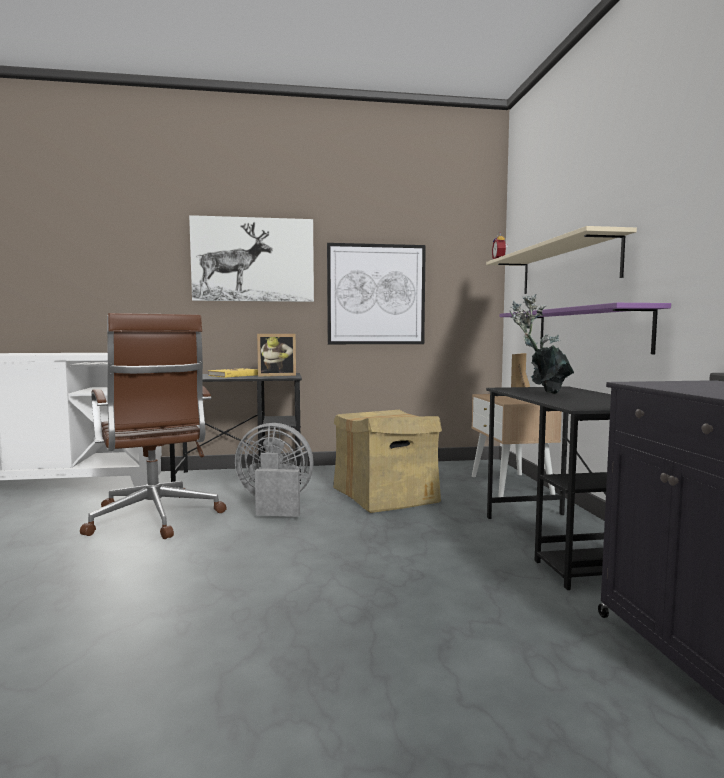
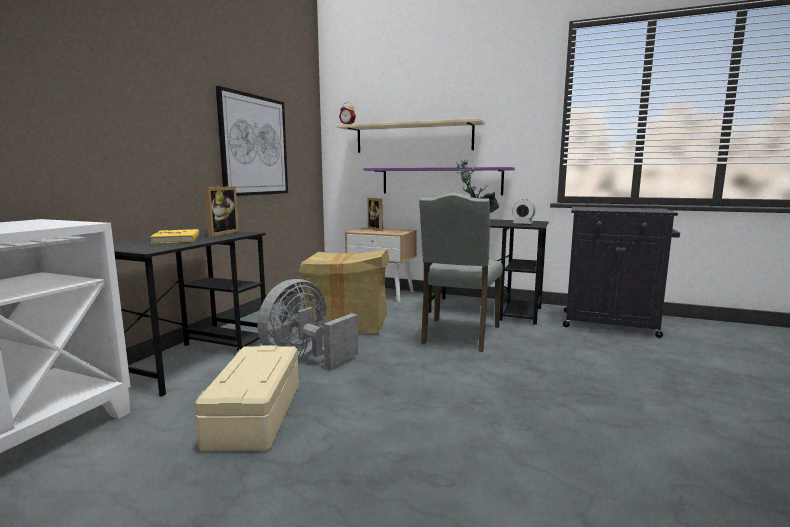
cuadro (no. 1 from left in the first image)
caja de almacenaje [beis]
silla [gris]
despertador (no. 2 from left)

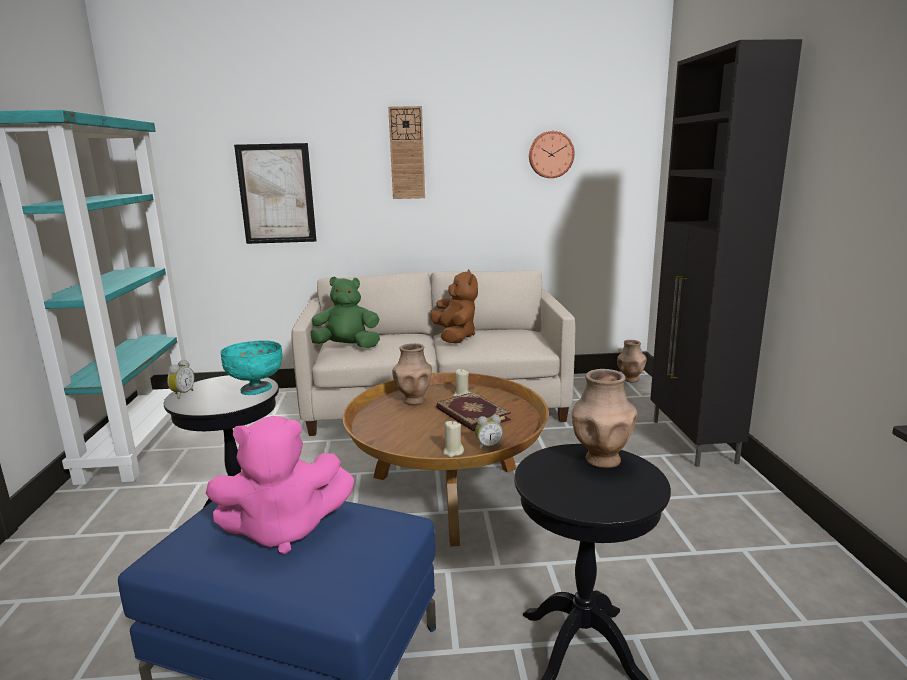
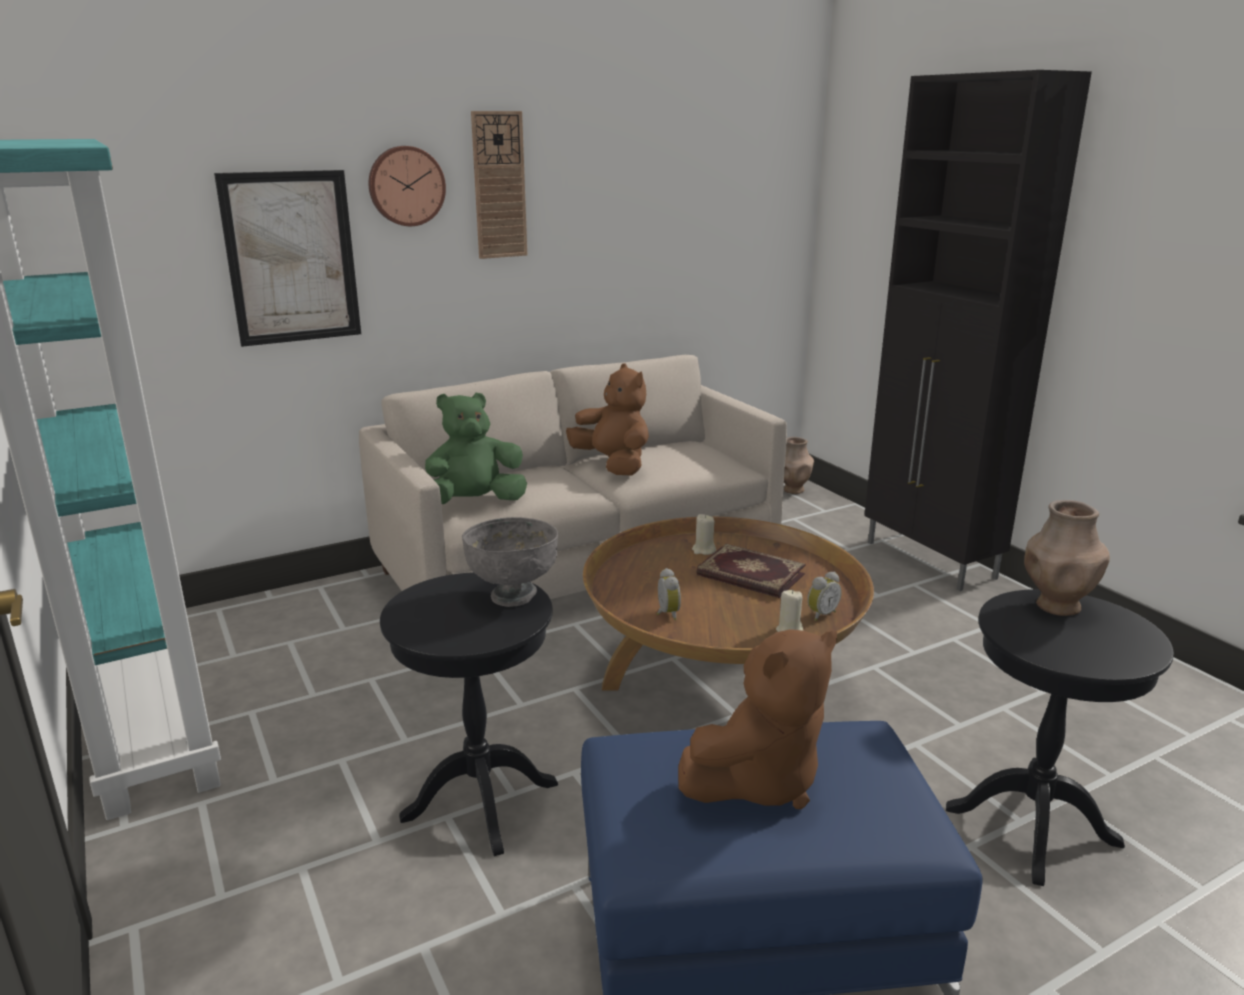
reloj de pared (no. 1 from left)
cuenco [gris]
florero [marrón] (no. 1 from left in the first image)
despertador (no. 1 from left)
peluche [marrón] (no. 2 from left)

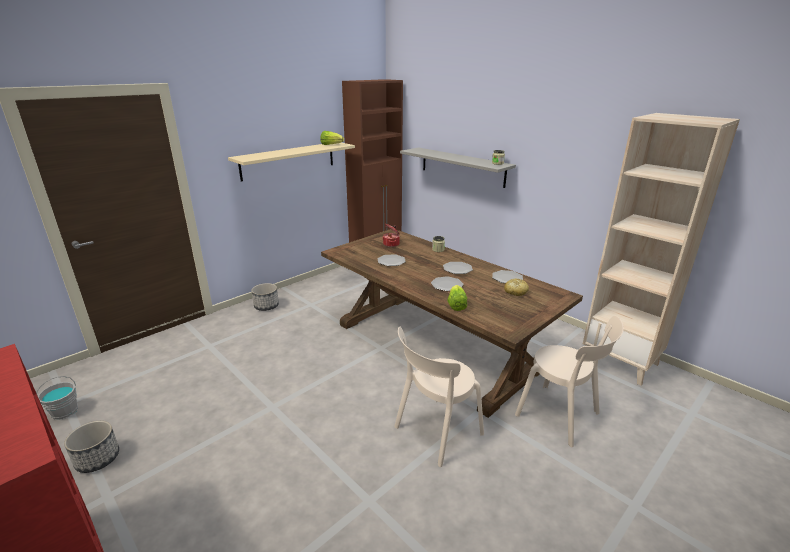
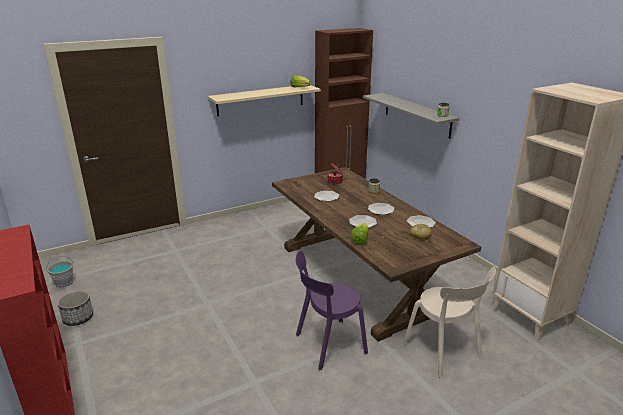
maceta (no. 2 from left in the first image)
silla [morado]

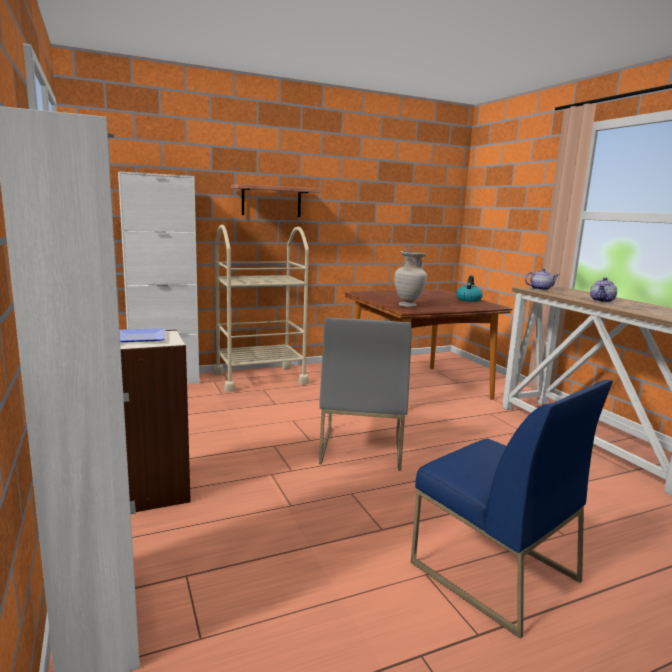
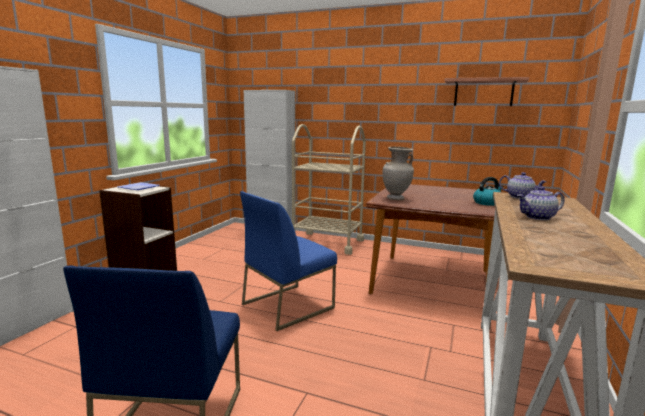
estante
silla [azul] (no. 2 from left)

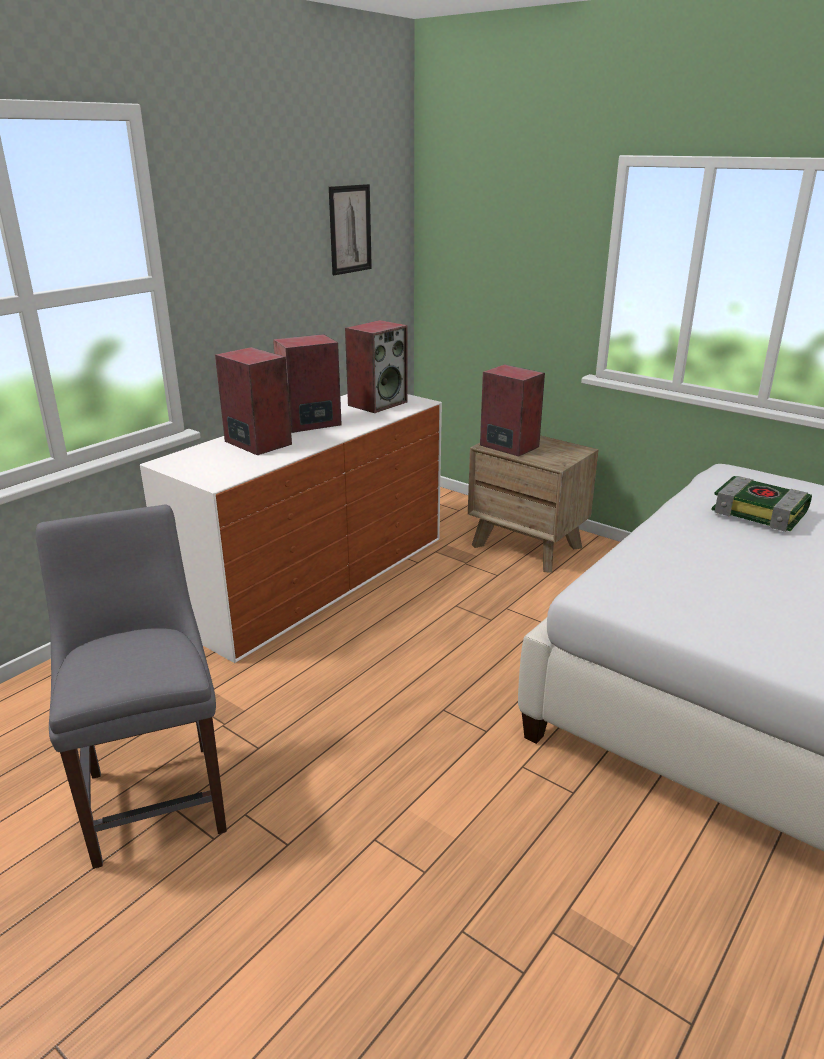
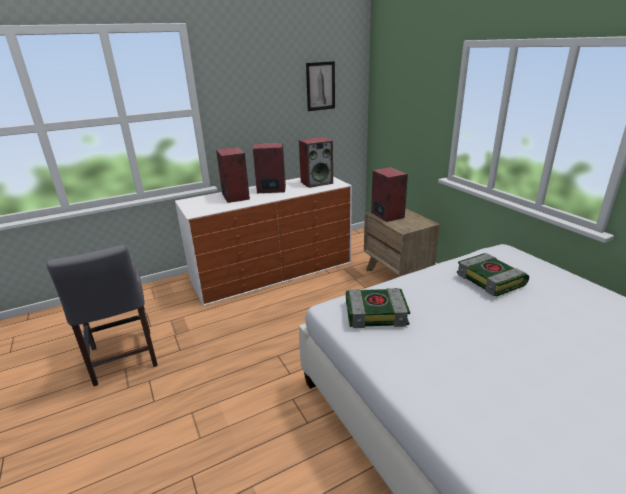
silla [gris]
libro (no. 1 from left)

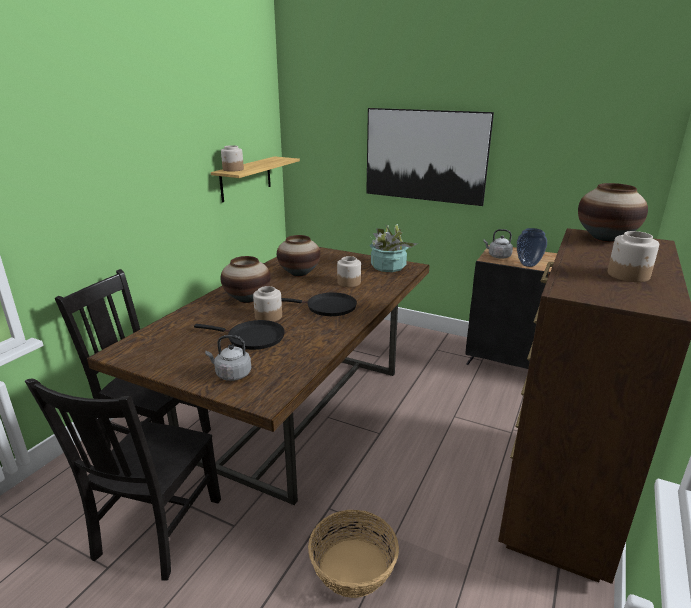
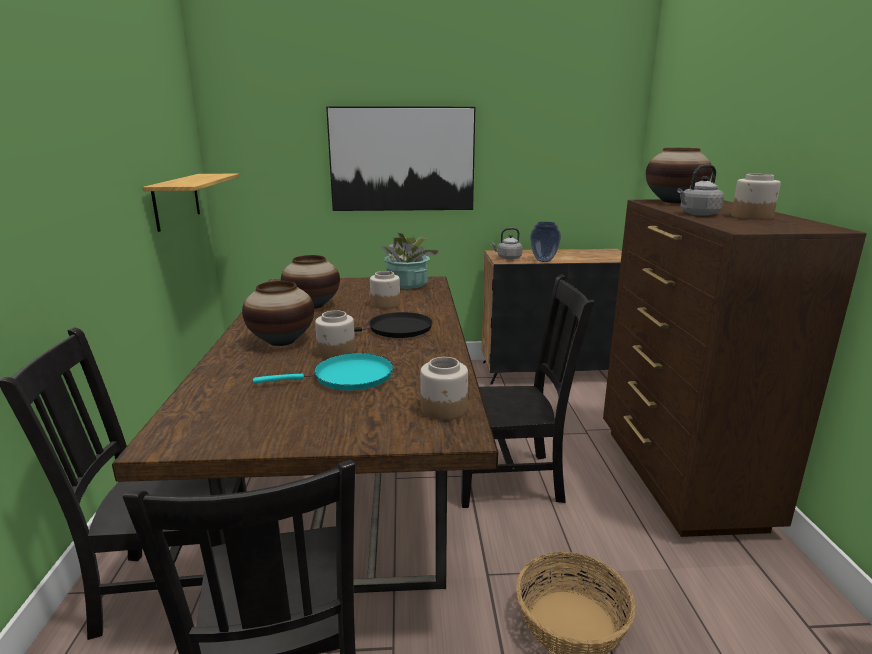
tarro (no. 3 from left)
sartén [turquesa]
hervidor [gris] (no. 2 from left)
silla [negro] (no. 3 from left)

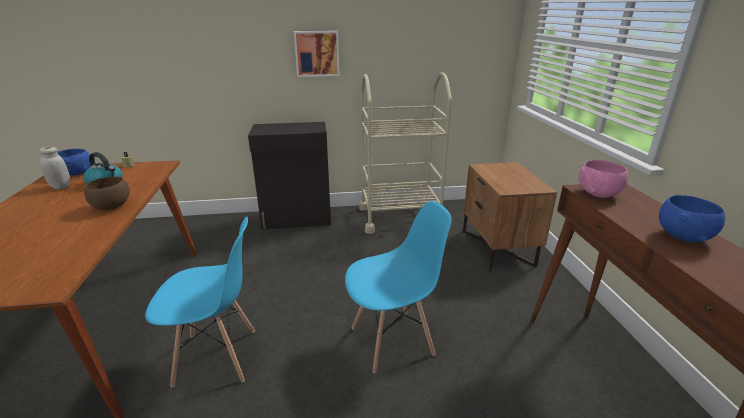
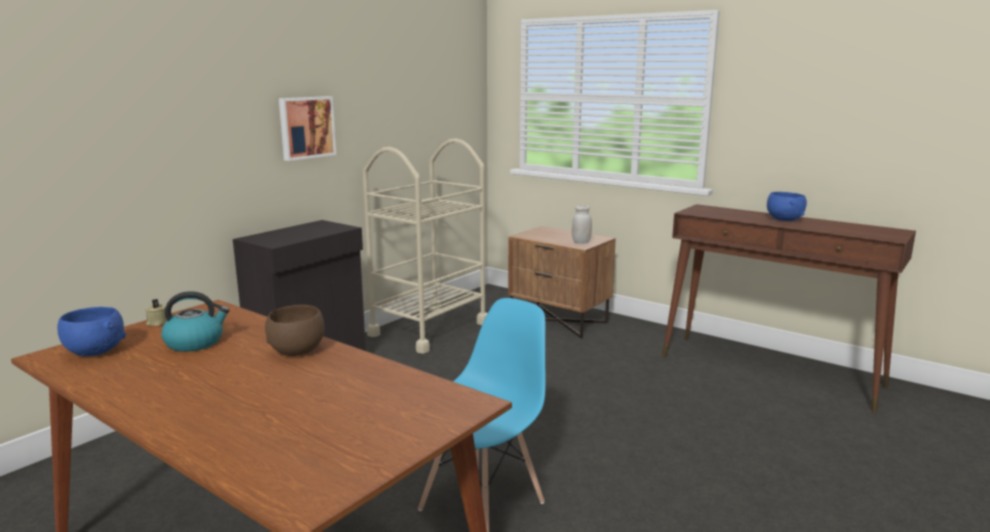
tarro [blanco]
cuenco [rosa]
silla [azul] (no. 2 from left in the first image)

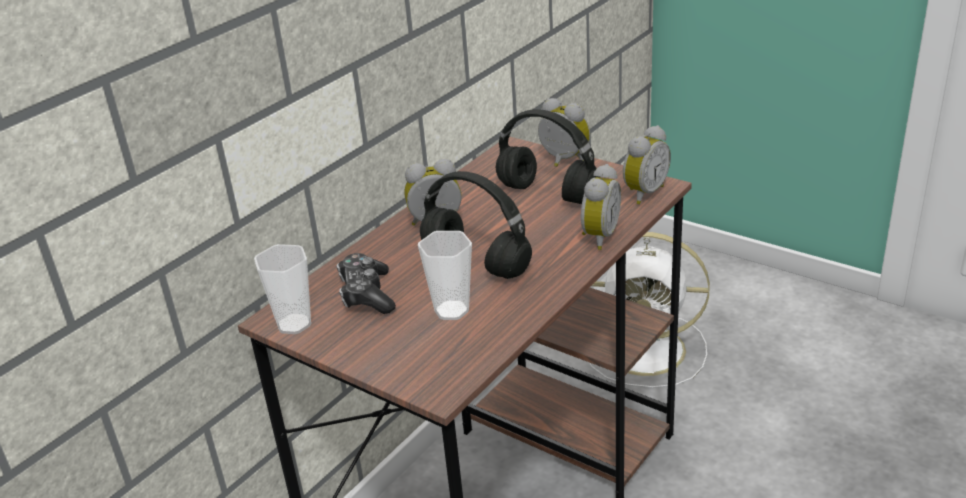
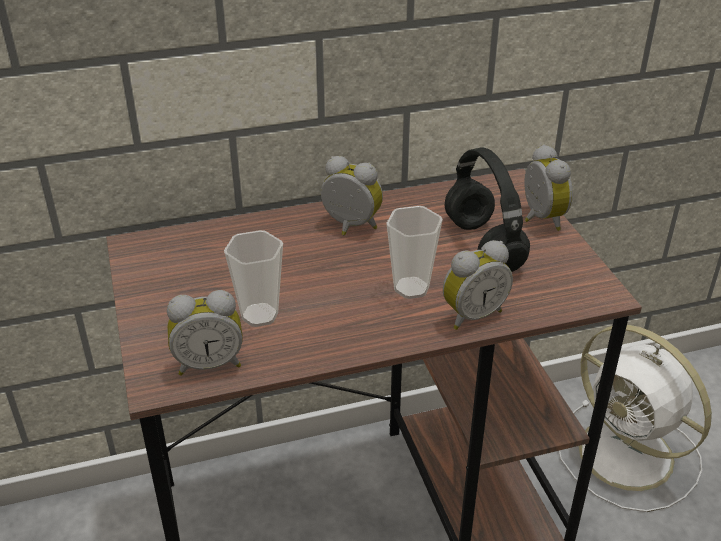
despertador (no. 1 from left)
auriculares [negro] (no. 1 from left in the first image)
taza (no. 2 from left)
mando de consola

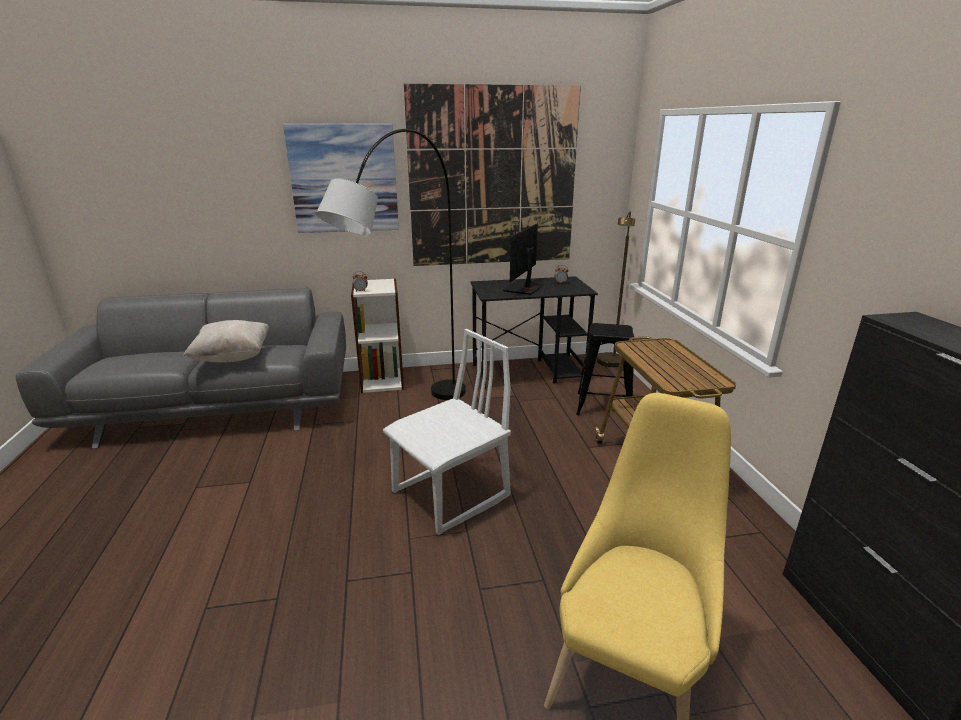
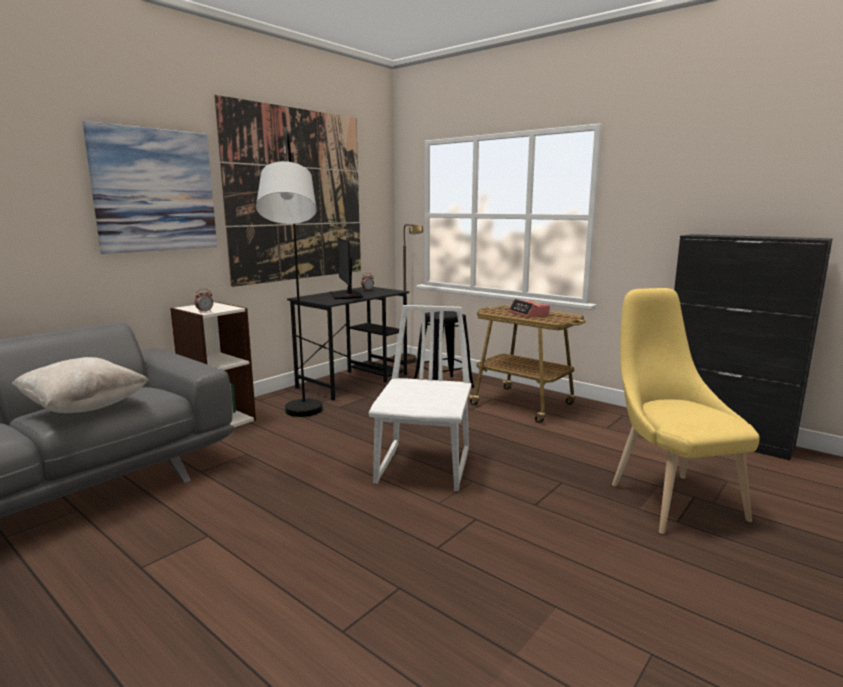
despertador (no. 3 from left)

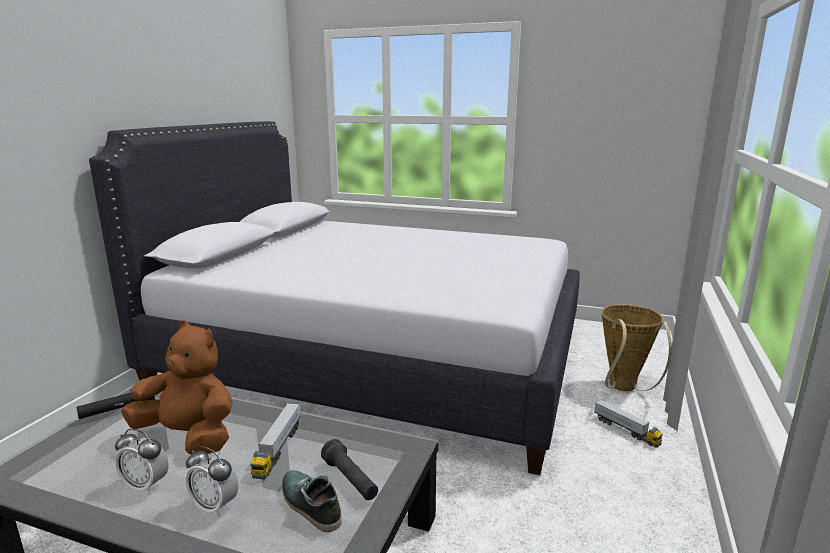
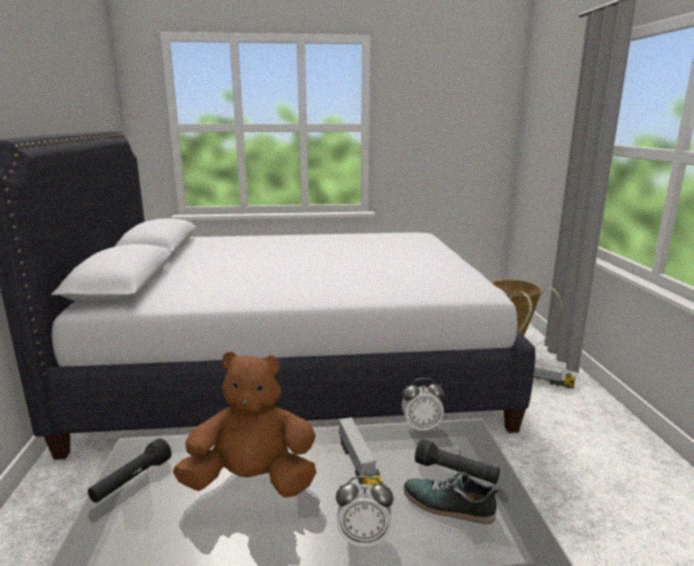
despertador (no. 2 from left)

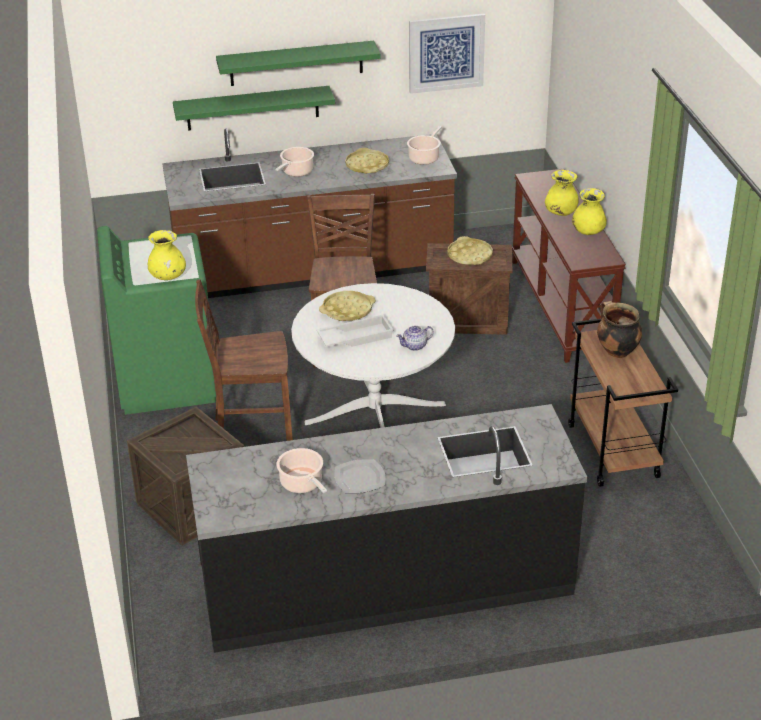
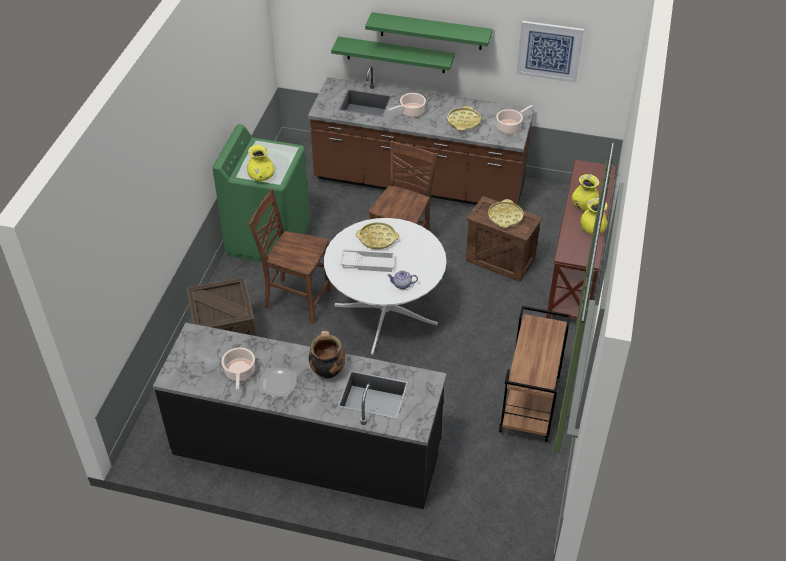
olla (no. 2 from left)

